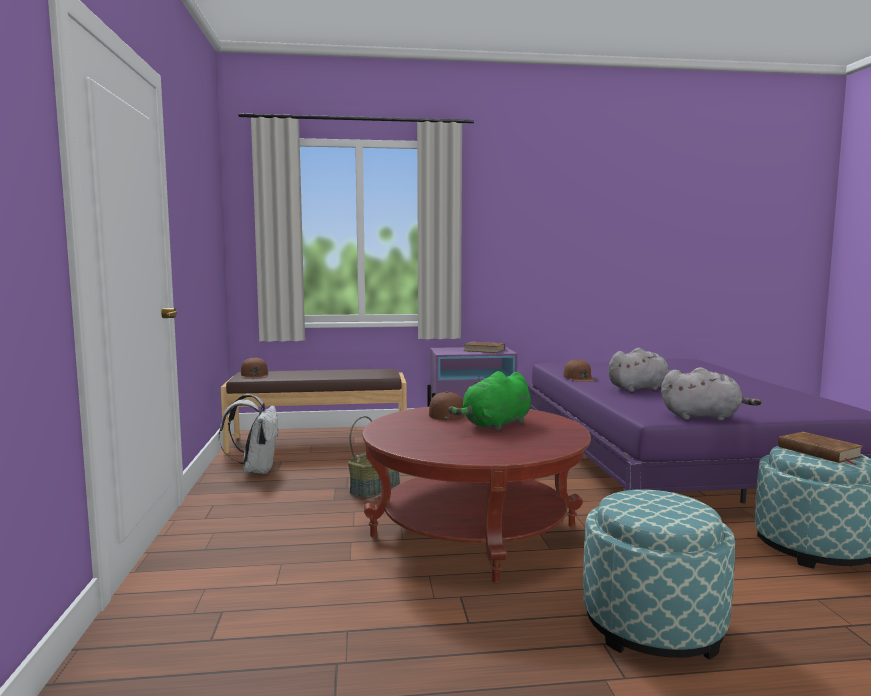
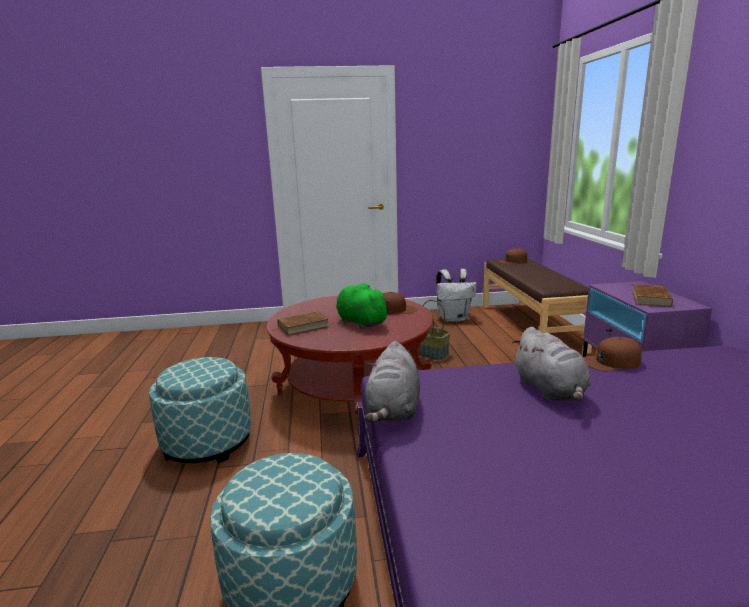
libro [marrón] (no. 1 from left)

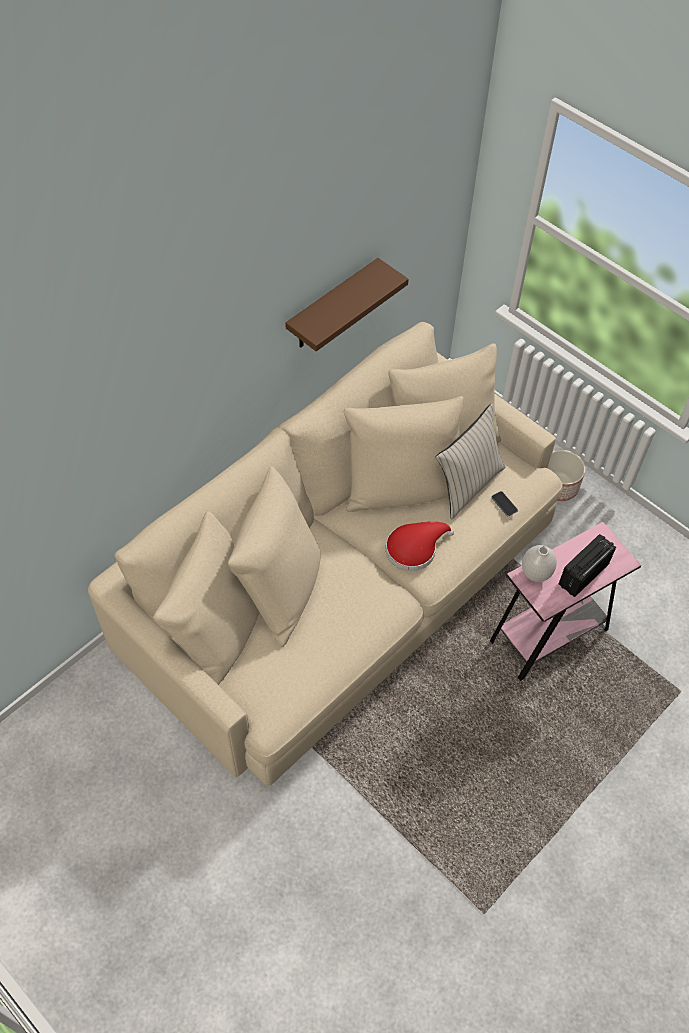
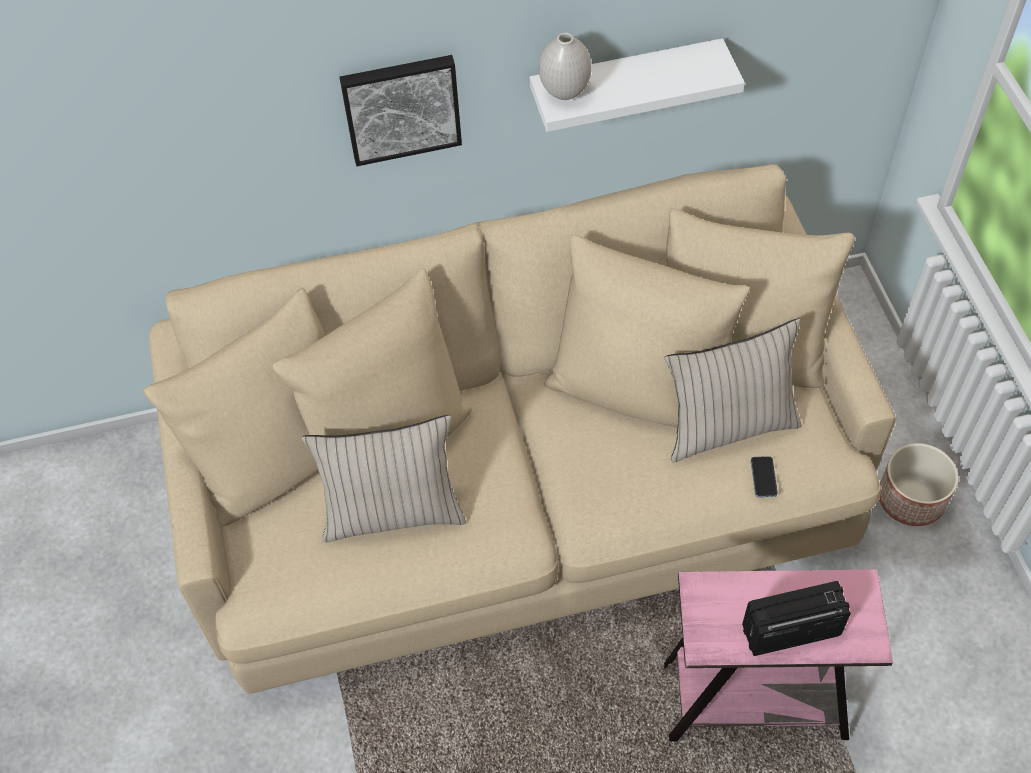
estante [blanco]
sombrero [rojo]
florero [blanco]
cuadro
cojín [beis] (no. 1 from left)

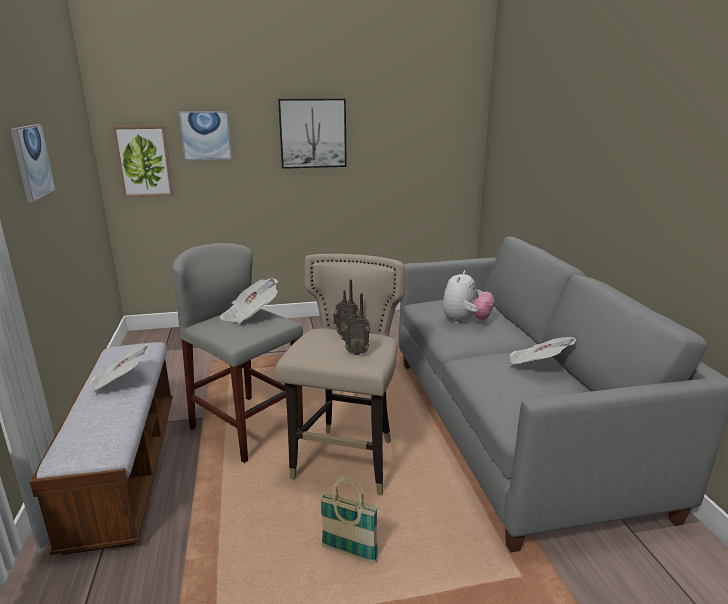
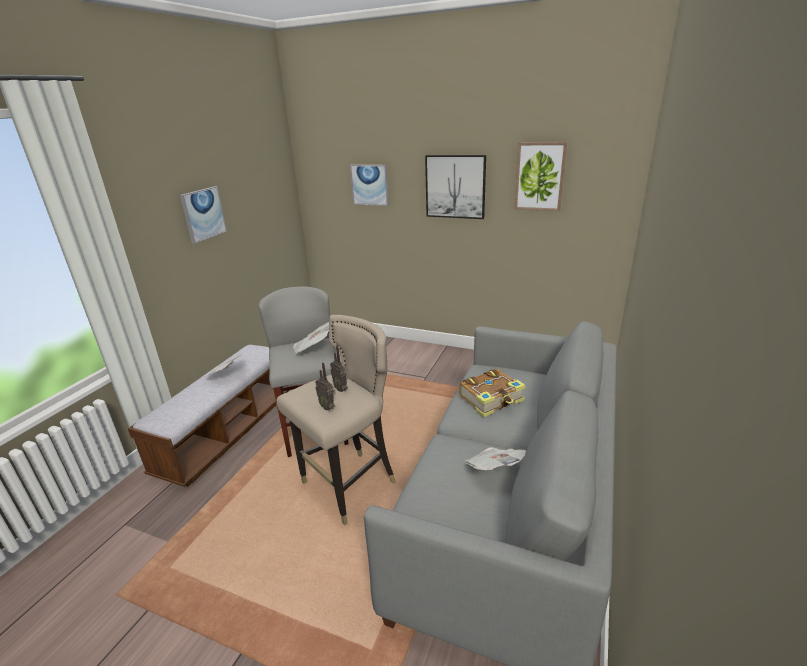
cuadro (no. 4 from left)
libro
cesta

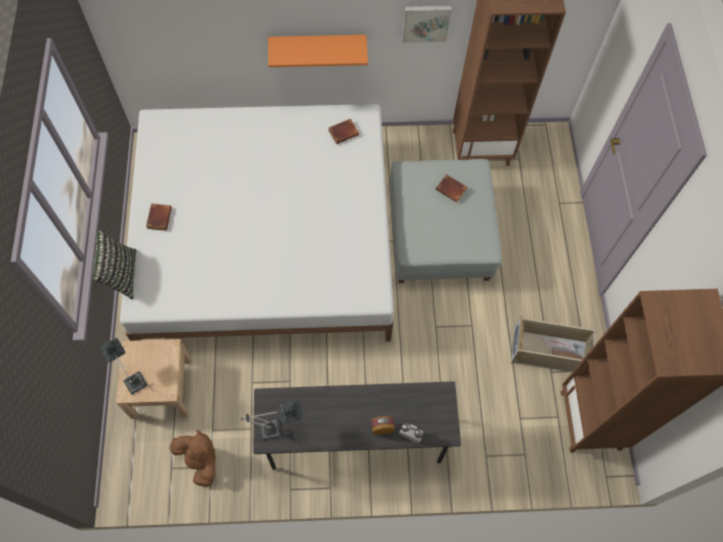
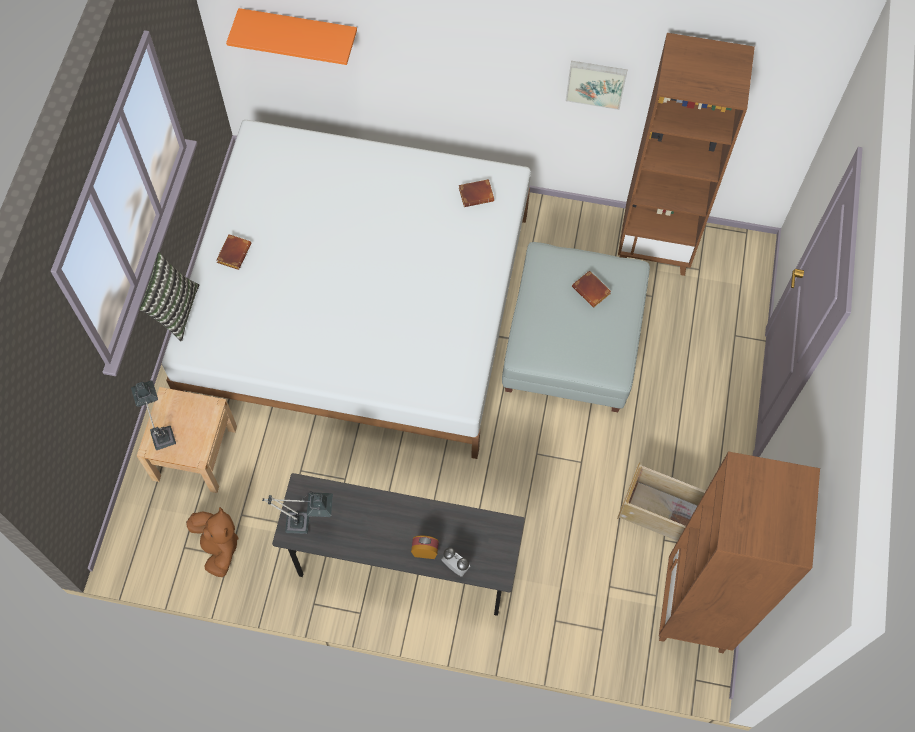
estante [naranja]

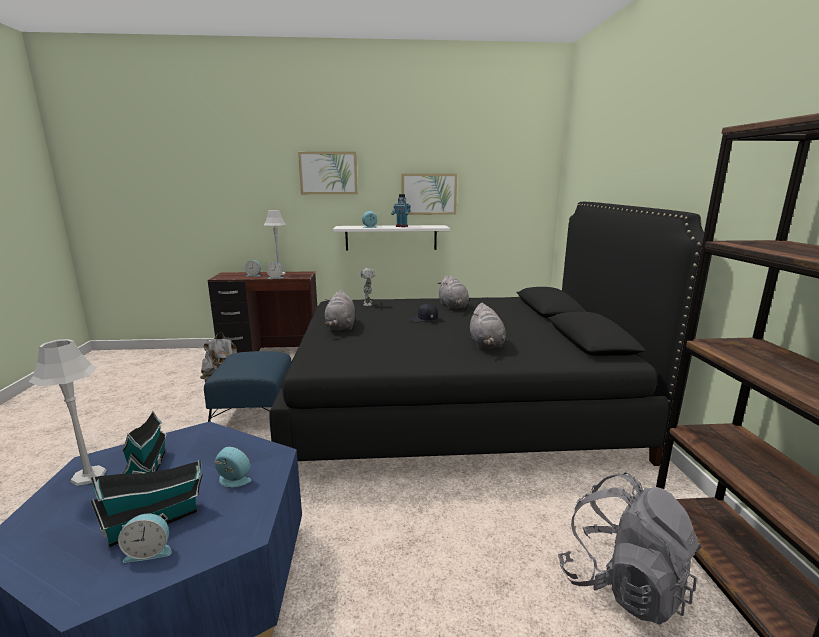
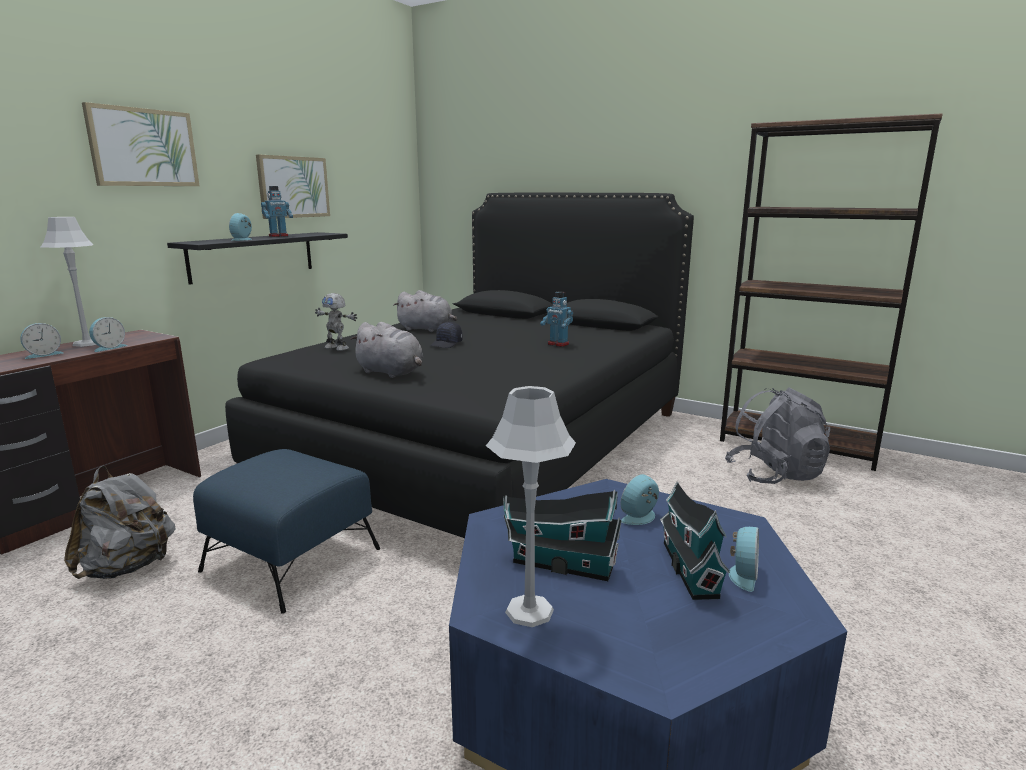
estante [negro]
robot de juguete (no. 3 from left)

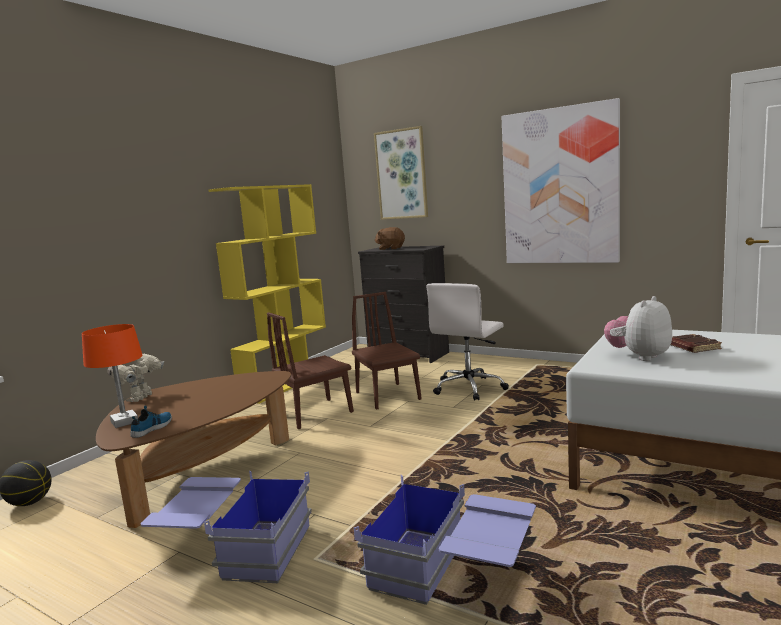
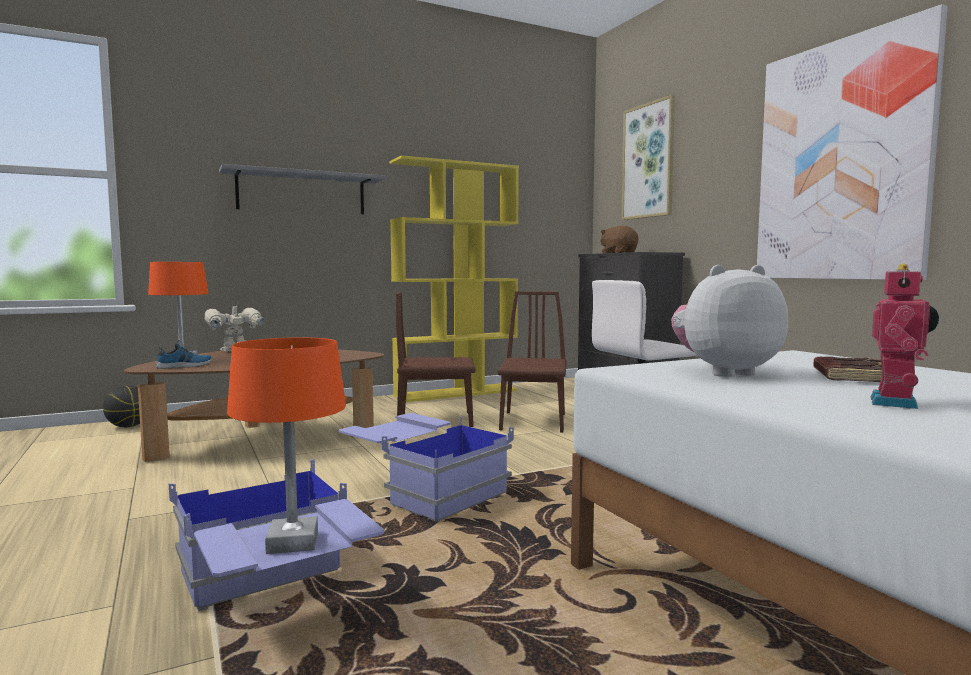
caja de almacenaje [azul] (no. 2 from left)
estante [gris]
robot de juguete (no. 2 from left)
lámpara de mesa [naranja] (no. 2 from left)

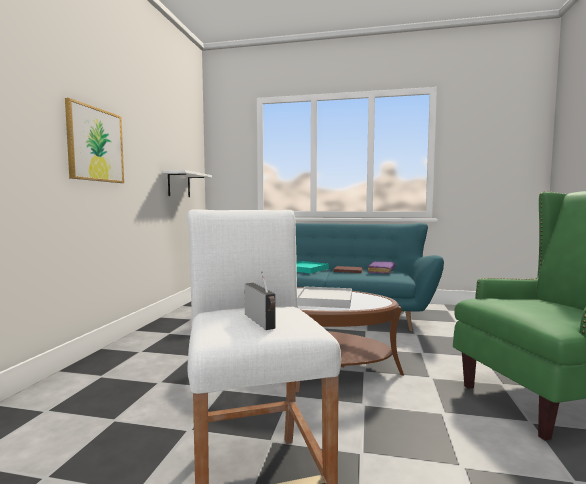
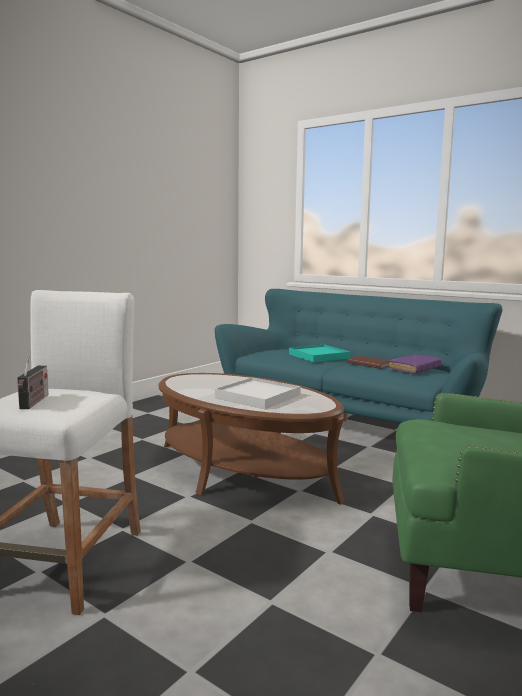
cuadro
estante [blanco]

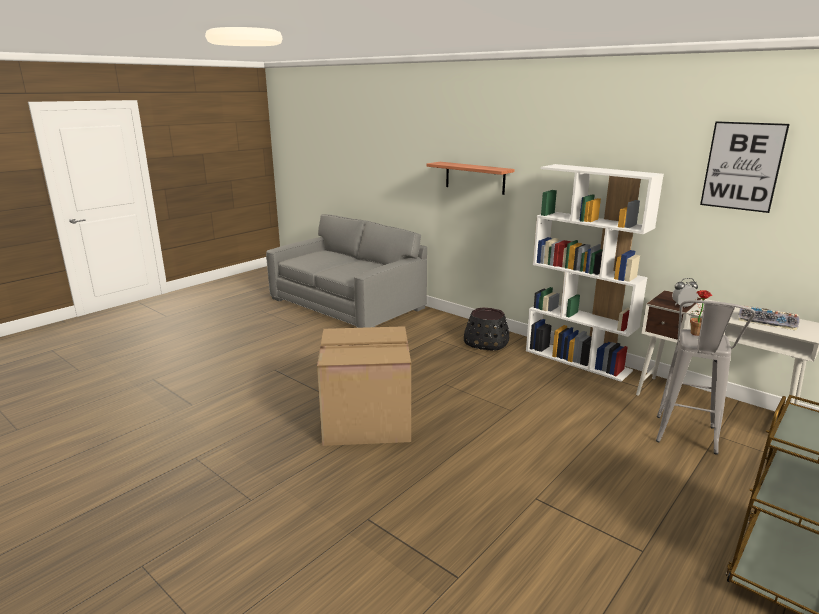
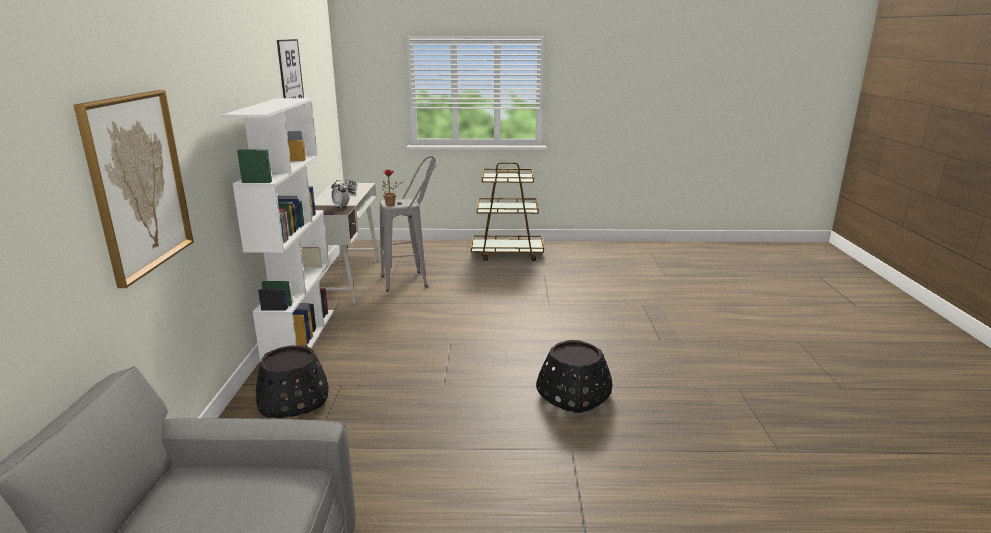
cuadro (no. 1 from left)
maceta [negro] (no. 2 from left)

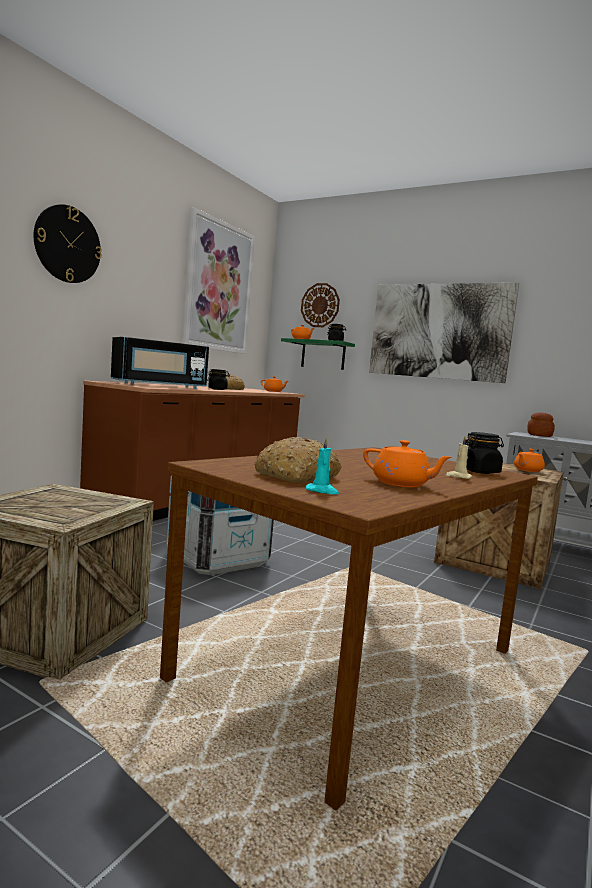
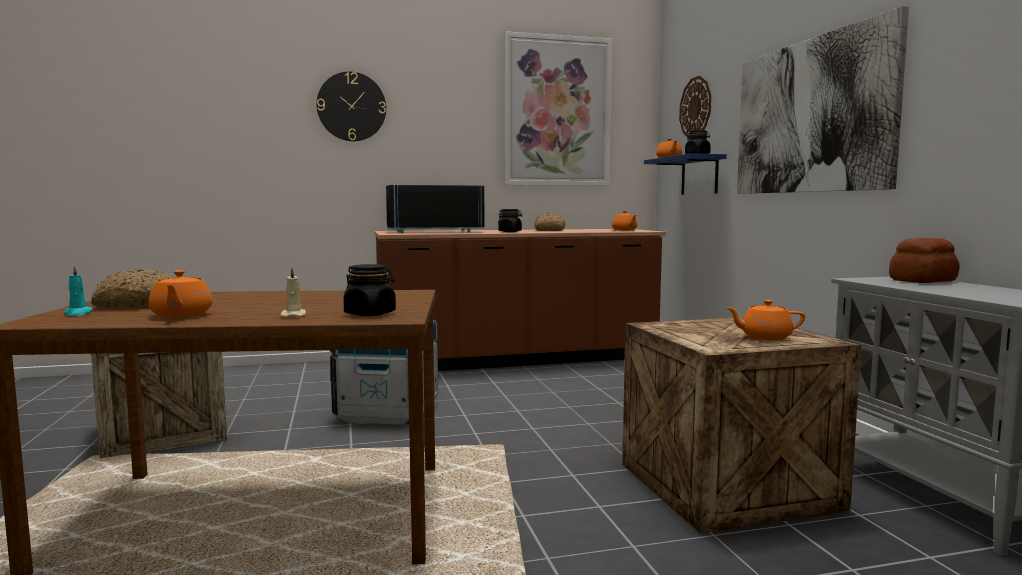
microondas [negro]
estante [azul]

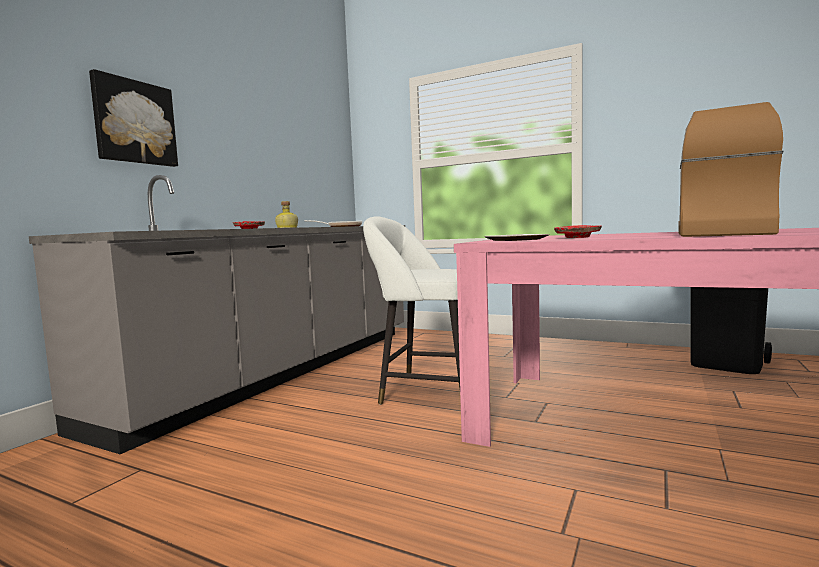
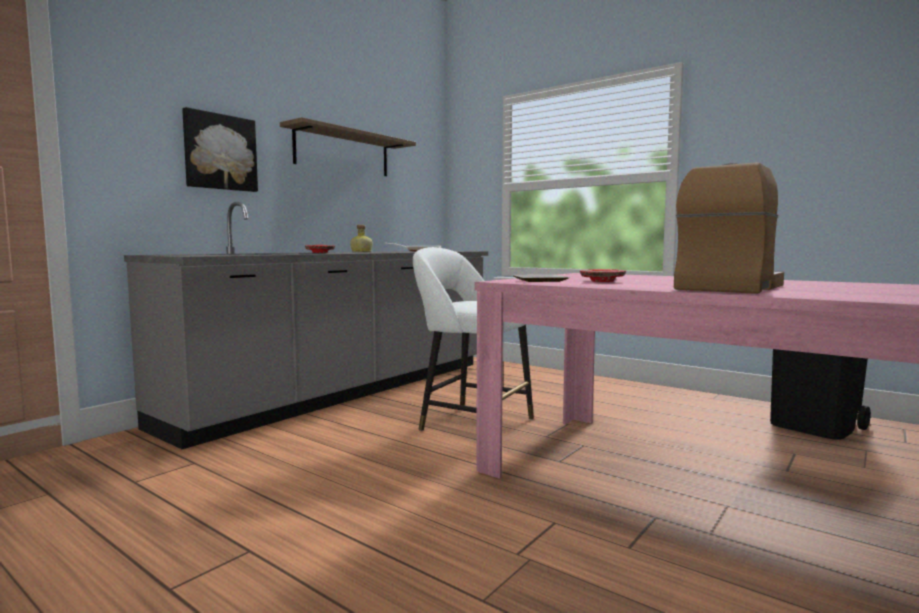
estante

